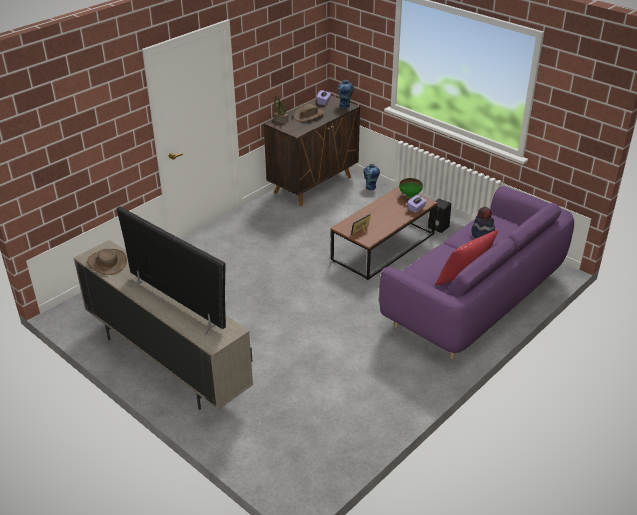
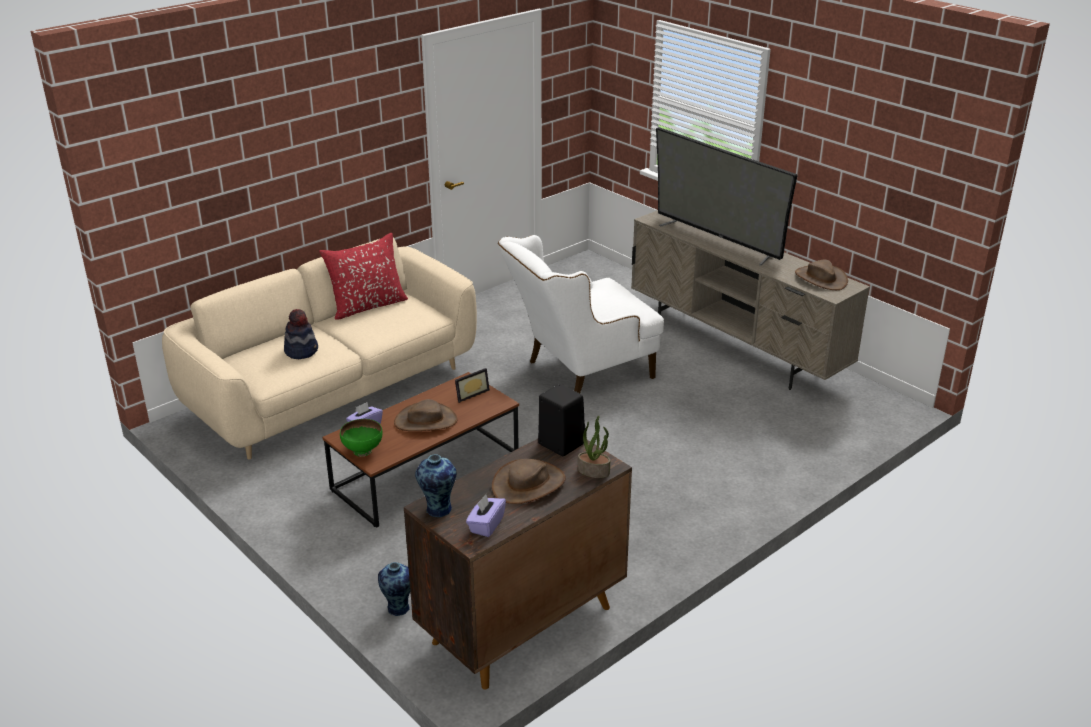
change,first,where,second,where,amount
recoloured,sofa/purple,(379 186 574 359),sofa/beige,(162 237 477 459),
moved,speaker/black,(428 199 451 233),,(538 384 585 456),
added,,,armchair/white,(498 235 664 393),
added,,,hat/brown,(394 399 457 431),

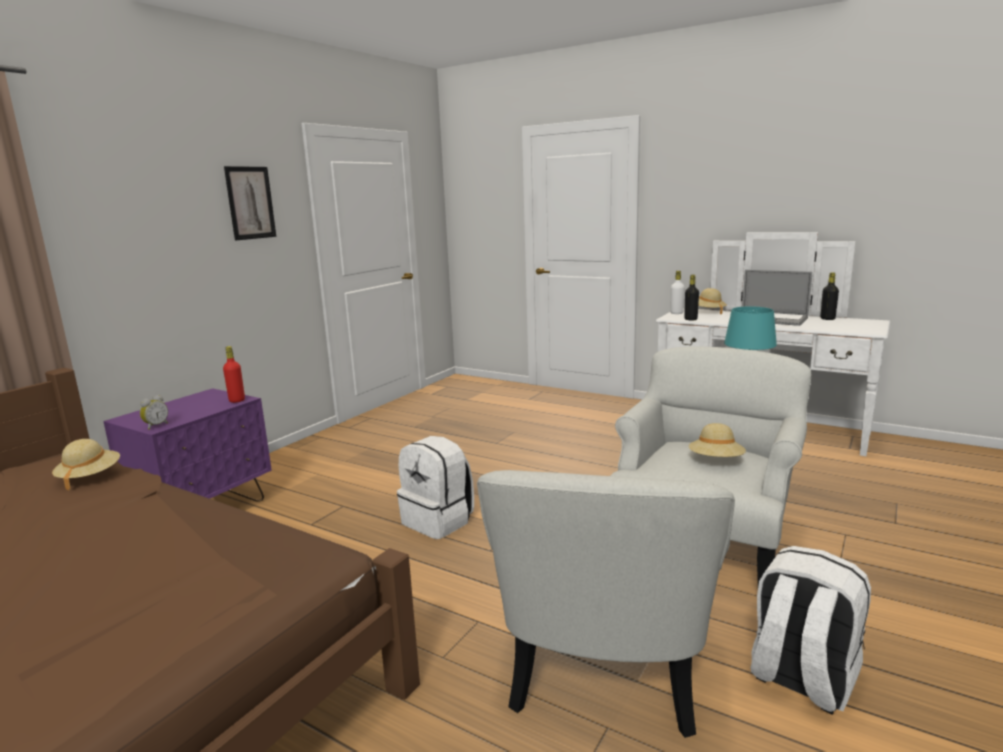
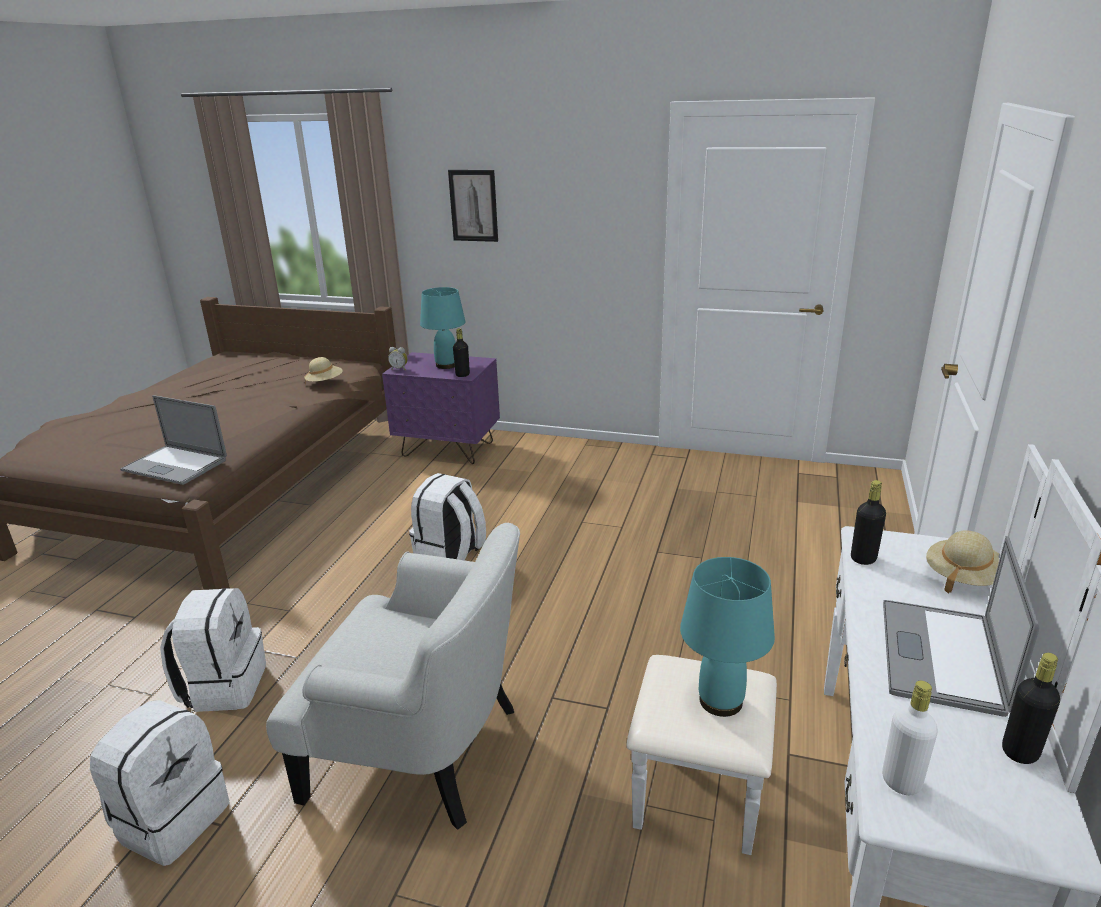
change,first,where,second,where,amount
moved,picture,(224 166 276 240),,(448 170 498 242),
moved,bottle/white,(670 271 685 314),,(882 681 938 795),
recoloured,bottle/red,(223 346 245 403),bottle/black,(453 328 470 377),
removed,hat/beige,(689 423 746 457),,,
replaced,armchair/white,(477 470 735 738),backpack/white,(160 588 266 712),
added,,,table lamp/turquoise,(420 287 466 369),
added,,,laptop,(120 395 227 485),

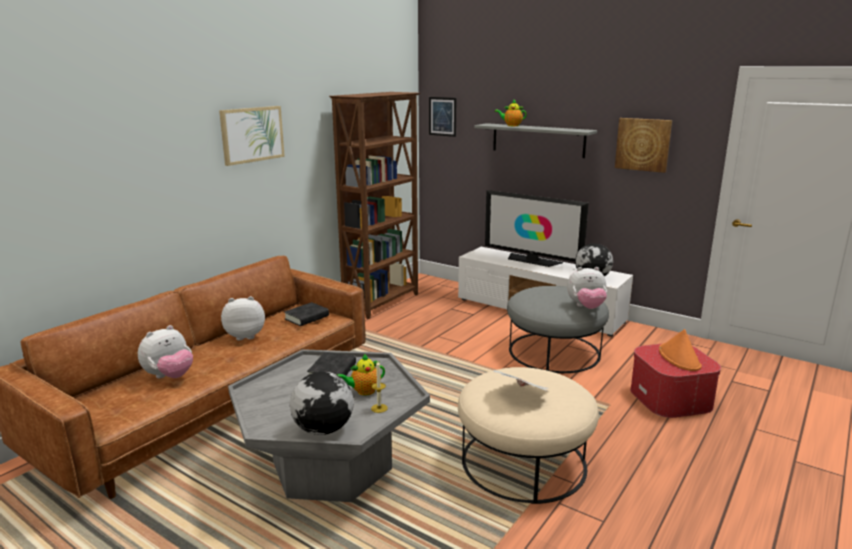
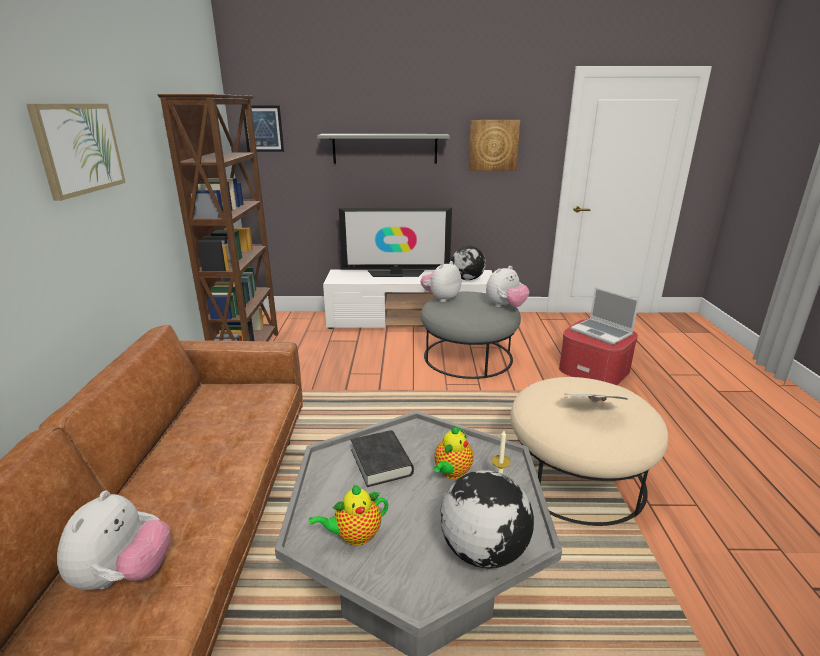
change,first,where,second,where,amount
moved,teapot,(495 100 527 126),,(309 485 388 546),
moved,plush toy,(221 296 265 340),,(421 261 461 302),
removed,book/black,(284 302 329 326),,,
replaced,hat/orange,(659 329 702 371),laptop,(571 287 639 345),

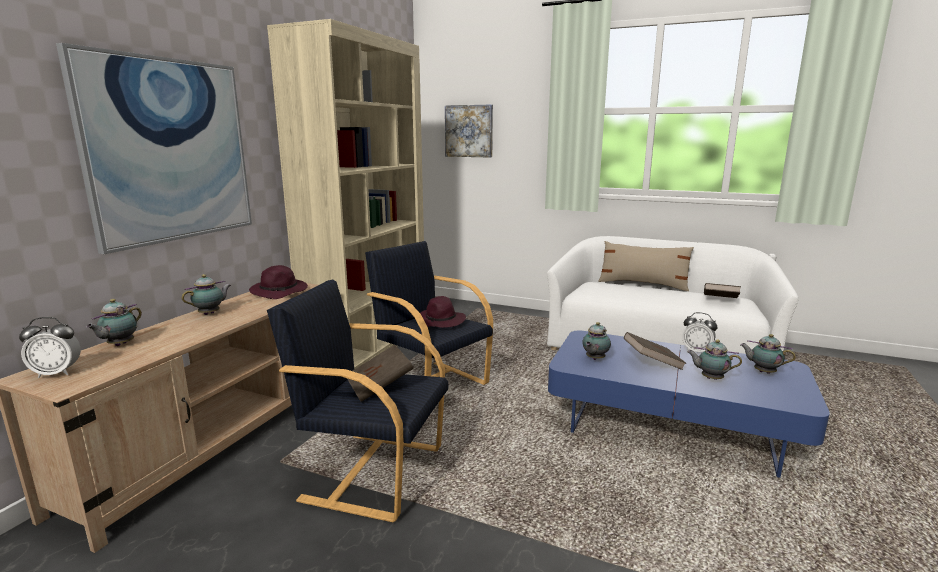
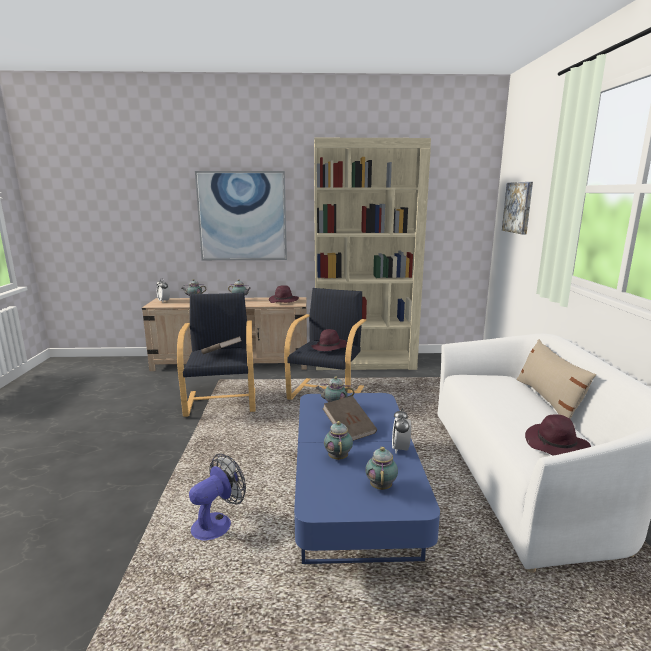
change,first,where,second,where,amount
replaced,book/brown,(704 283 741 298),hat/purple,(525 415 591 456),
added,,,fan,(189 454 246 541),

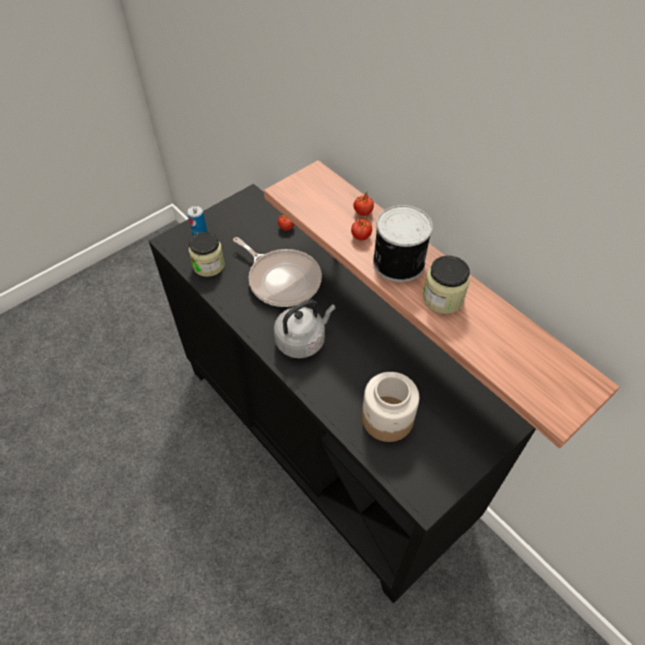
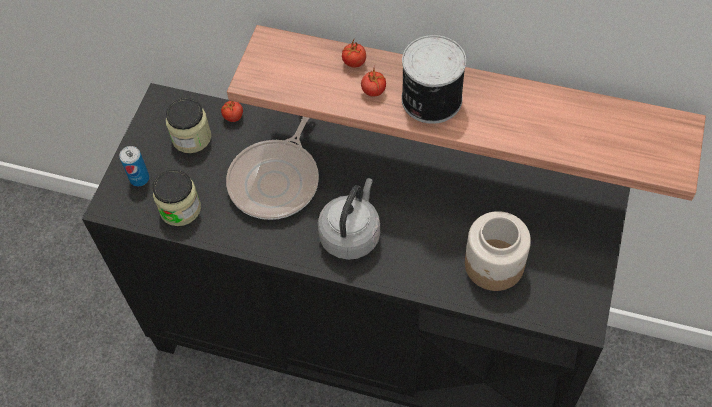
change,first,where,second,where,amount
turned,frying pan,(233 237 322 307),,(226 117 319 220),105 degrees clockwise
moved,jar,(423 255 470 314),,(166 98 211 153),

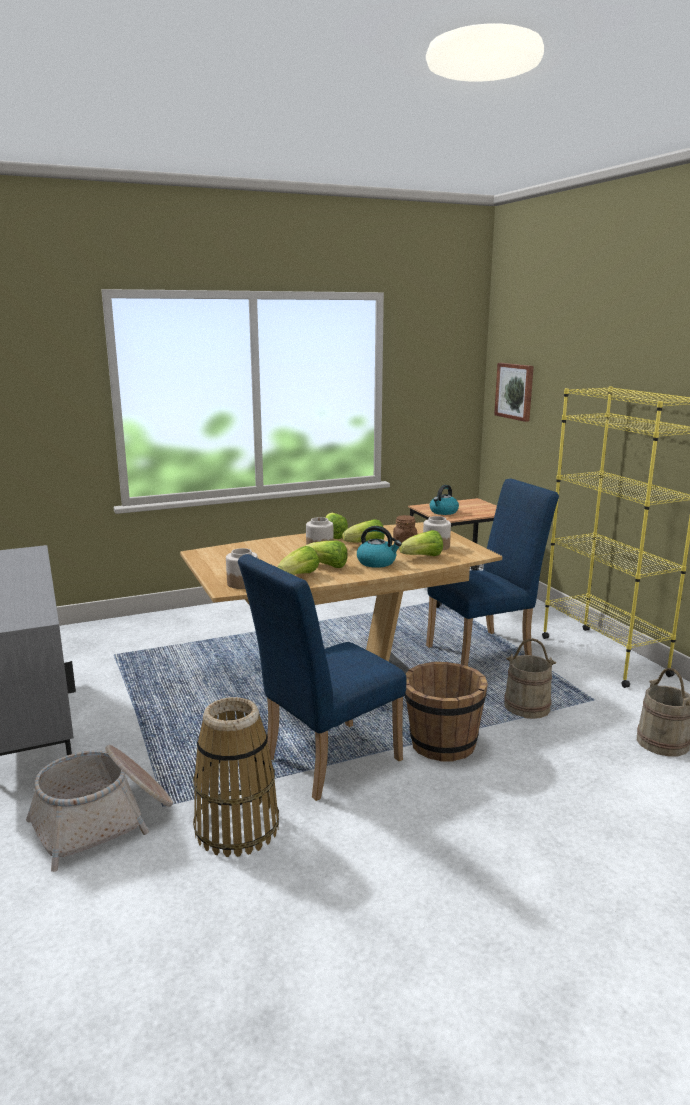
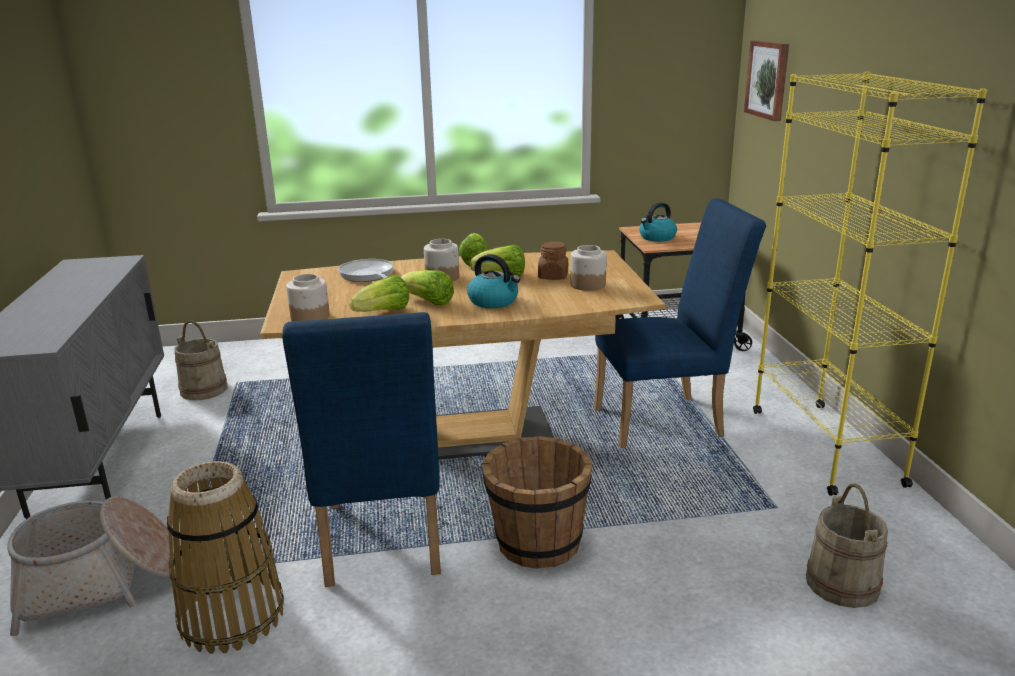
change,first,where,second,where,amount
removed,lettuce,(399 530 443 556),,,
turned,chair/blue,(238 554 406 801),,(282 312 441 587),75 degrees counterclockwise
moved,bucket/beige,(504 638 556 719),,(175 320 228 400),
added,,,frying pan,(338 259 394 282),

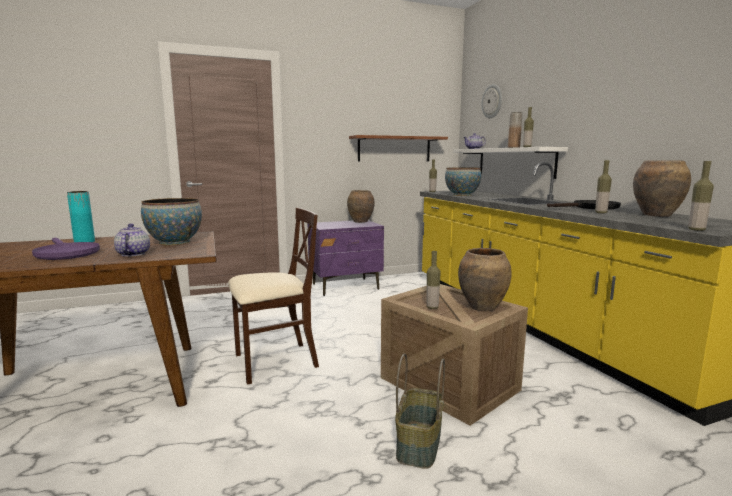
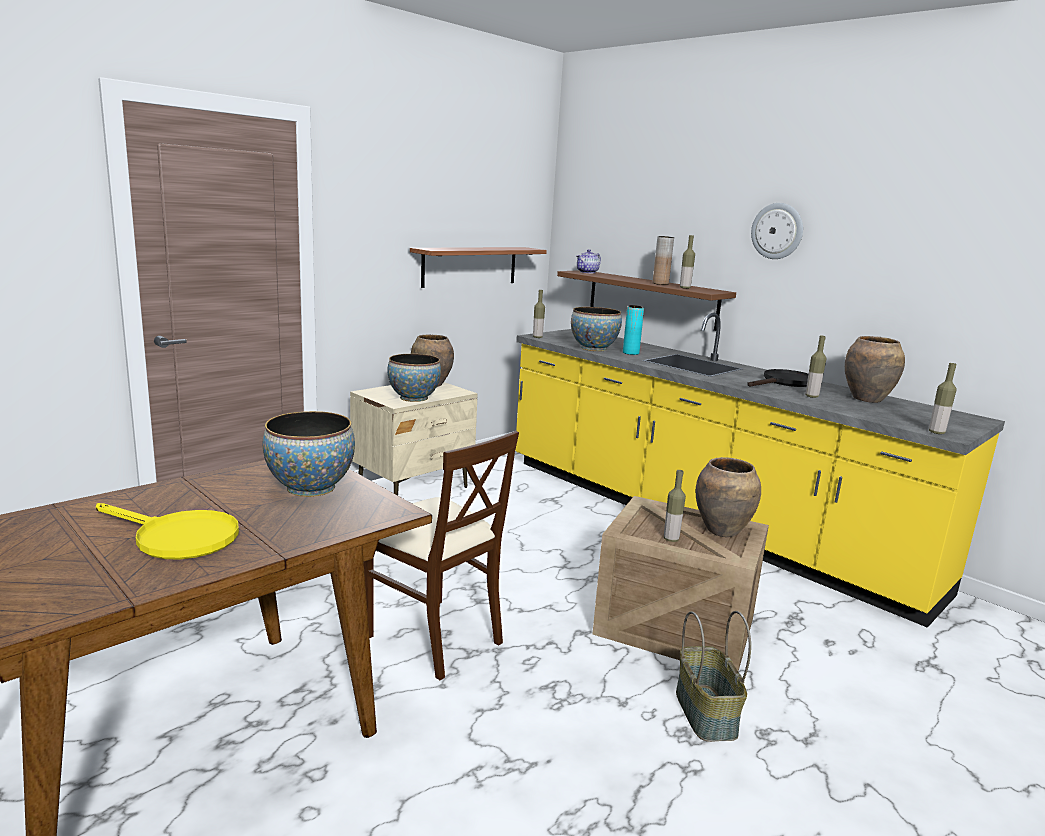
change,first,where,second,where,amount
moved,wall clock,(482 84 502 118),,(751 203 803 259),
recoloured,shelf/white,(453 147 568 179),shelf/brown,(557 270 736 331),
moved,vase/turquoise,(67 191 95 242),,(623 305 644 355),
turned,chair/beige,(228 208 319 385),,(364 431 519 680),90 degrees clockwise
recoloured,nightstand/purple,(308 220 384 296),nightstand/beige,(350 382 478 495),
removed,teapot,(114 223 150 257),,,
recoloured,frying pan/purple,(32 238 100 260),frying pan/yellow,(96 503 239 559),
added,,,bowl,(387 354 441 402),

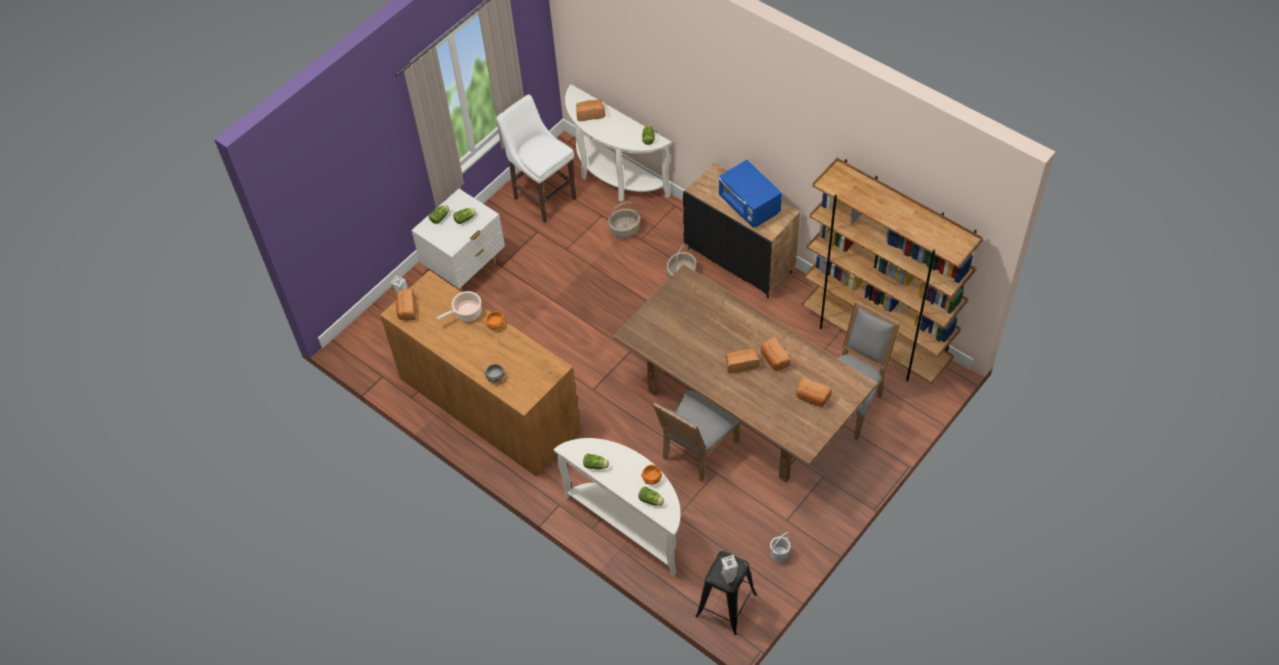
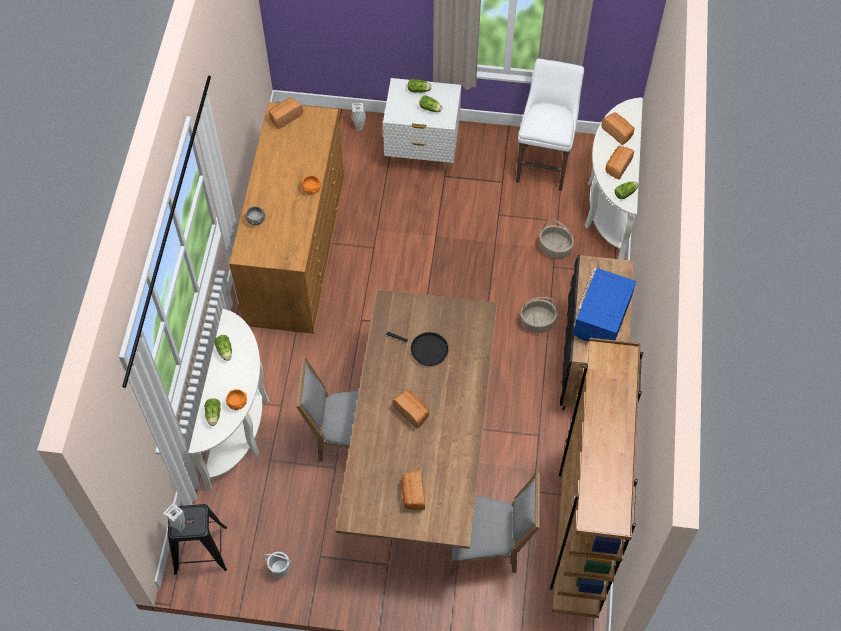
change,first,where,second,where,amount
removed,cooking pot,(437 291 482 322),,,
moved,bread,(761 337 791 371),,(605 146 634 180),
added,,,frying pan/black,(386 332 449 366),

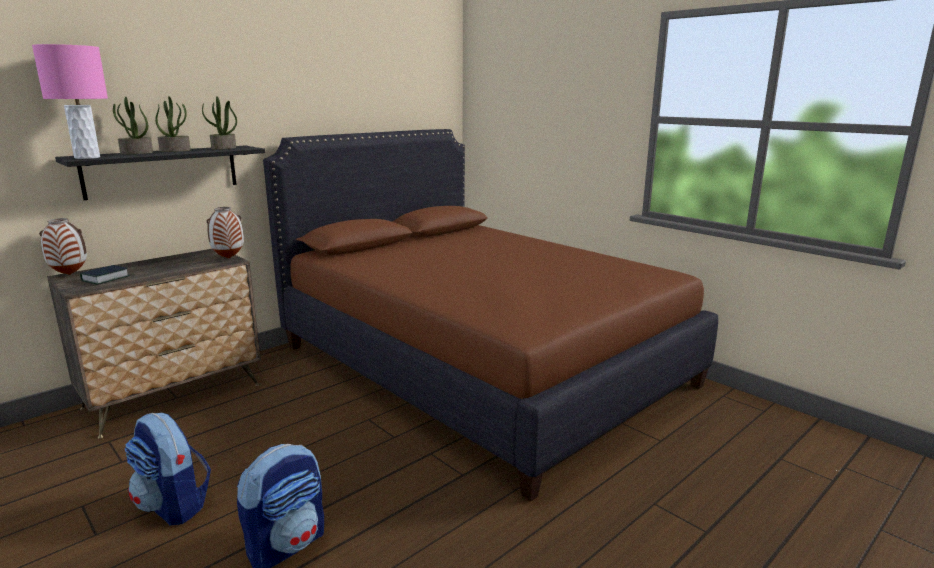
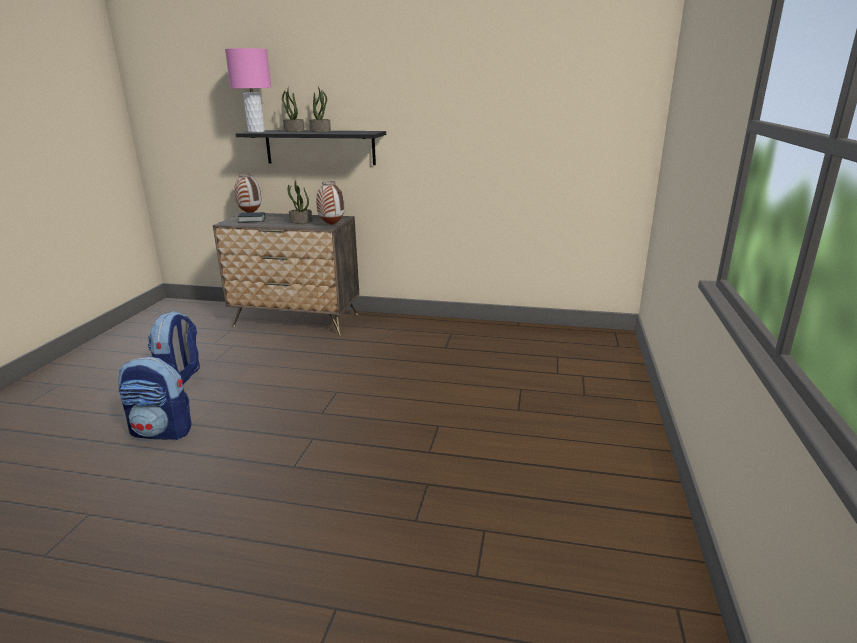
change,first,where,second,where,amount
moved,potted plant,(202 96 237 150),,(287 180 312 223),
removed,bed/brown,(263 129 718 501),,,

